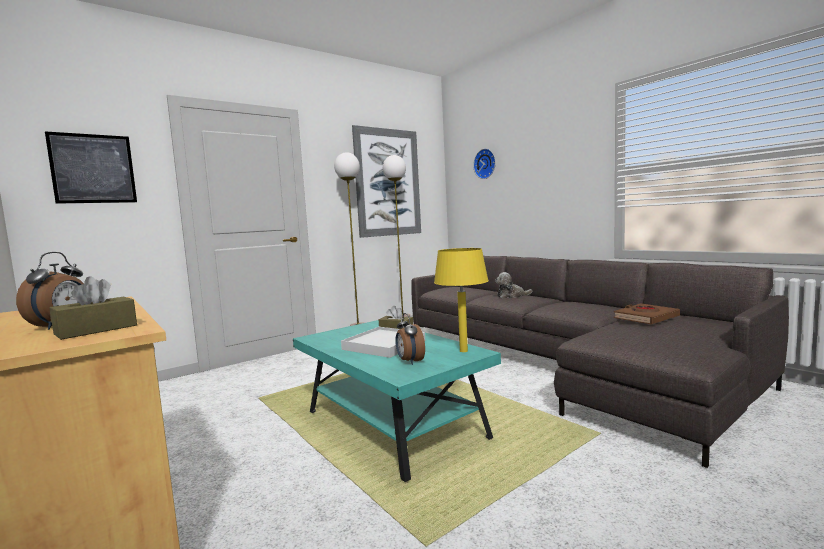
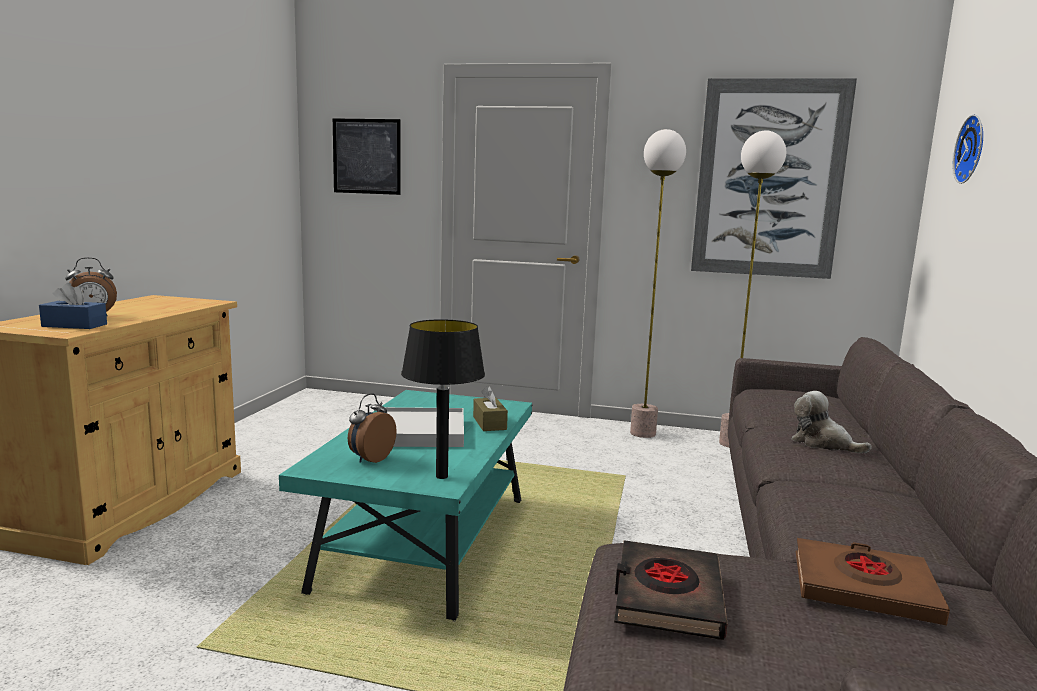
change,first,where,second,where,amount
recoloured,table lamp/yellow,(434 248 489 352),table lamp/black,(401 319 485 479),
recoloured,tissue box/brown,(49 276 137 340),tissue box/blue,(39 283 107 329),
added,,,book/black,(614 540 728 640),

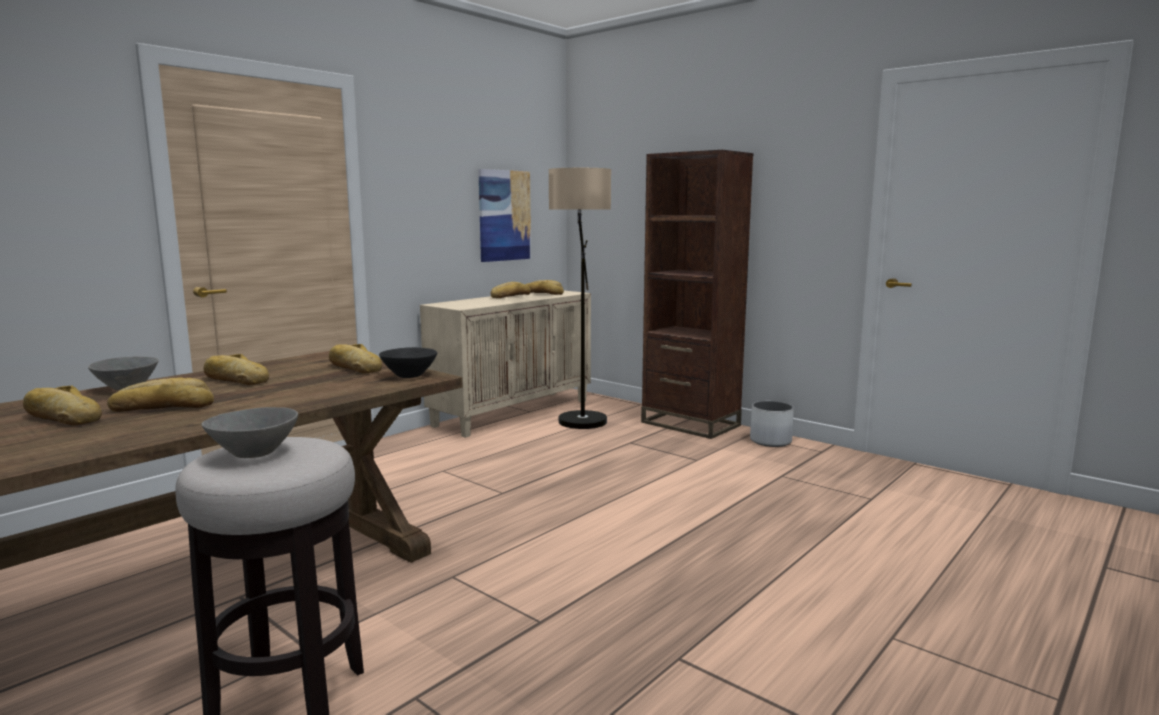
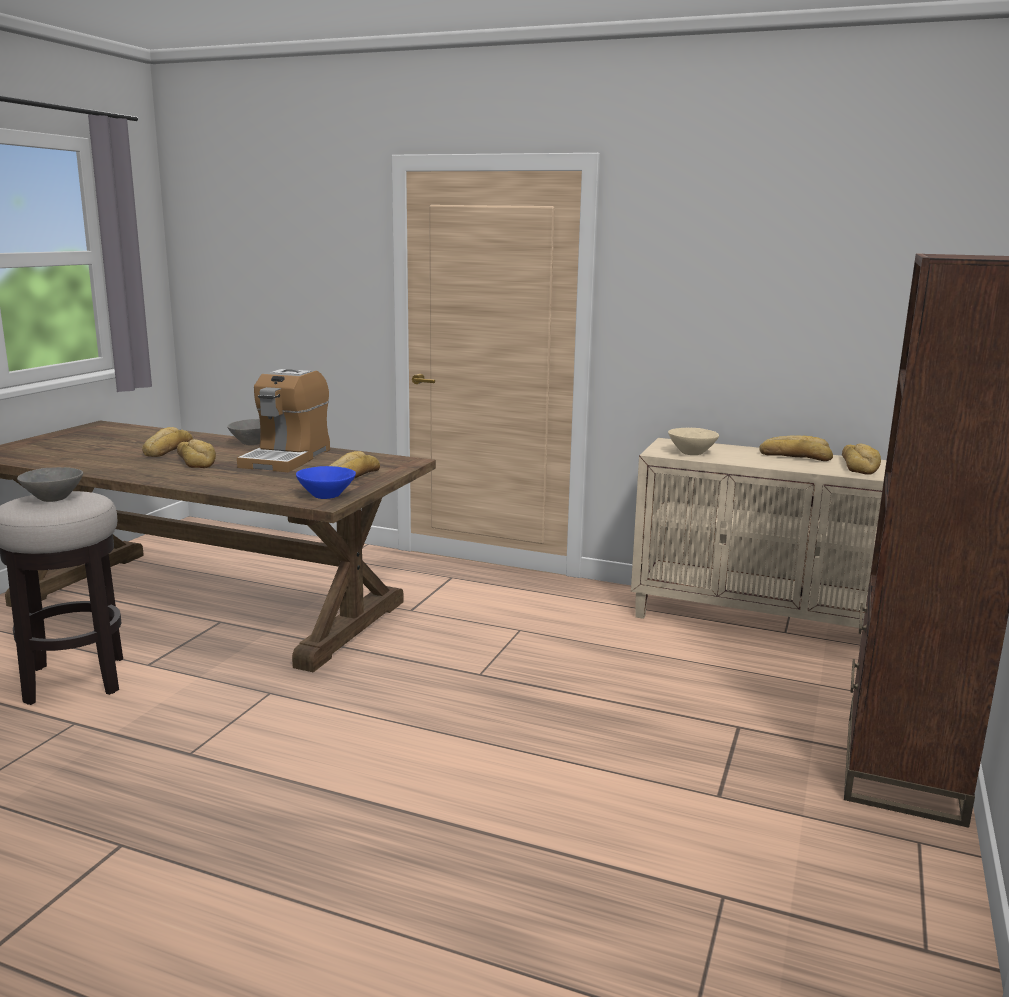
change,first,where,second,where,amount
removed,floor lamp,(548 168 611 429),,,
removed,picture,(478 169 531 262),,,
recoloured,bowl/black,(379 347 437 378),bowl/blue,(296 466 356 499),
replaced,bread,(203 354 269 385),coffee machine,(237 368 330 472),
removed,planter/white,(750 401 794 447),,,
added,,,bowl/beige,(668 428 719 455),

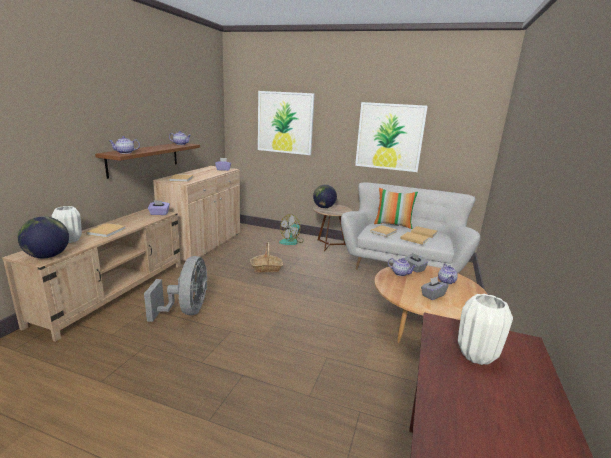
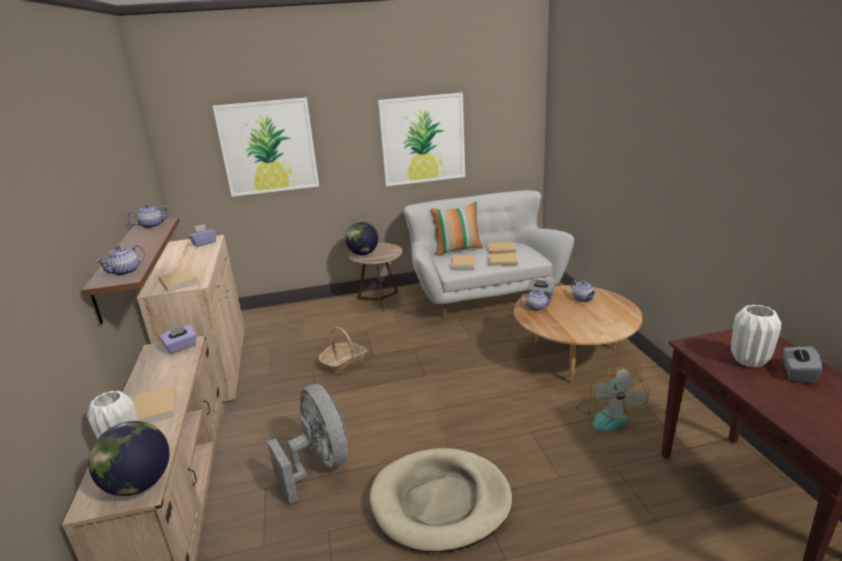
change,first,where,second,where,amount
moved,fan,(279 214 304 245),,(577 367 649 432),
moved,tissue box/grey,(421 276 449 300),,(783 345 822 384),
added,,,dog bed/beige,(370 448 513 552),

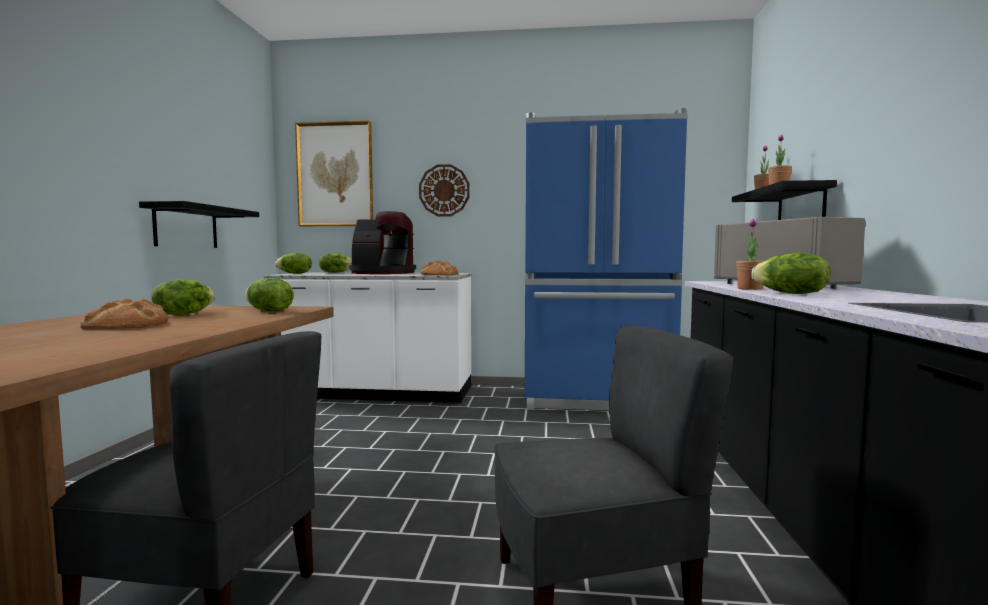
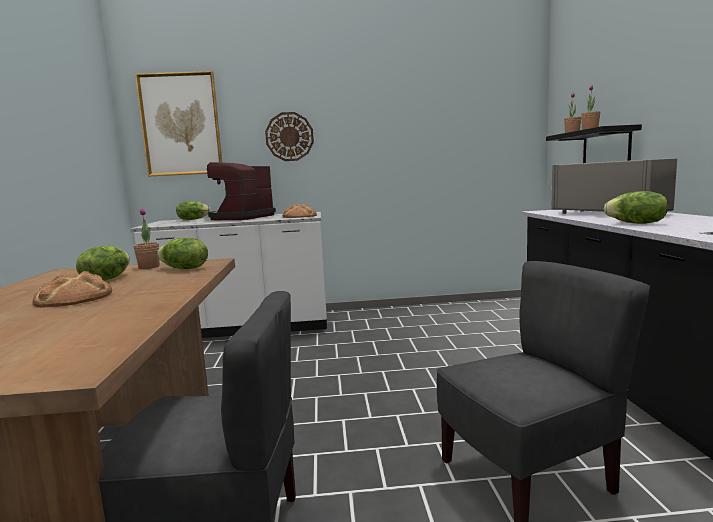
change,first,where,second,where,amount
removed,fridge/blue,(525 108 687 410),,,
removed,shelf/black,(139 201 259 248),,,
turned,coffee machine,(350 211 416 274),,(207 162 276 220),120 degrees clockwise
moved,potted plant,(736 219 764 290),,(134 209 160 269),
removed,lettuce,(275 253 312 274),,,

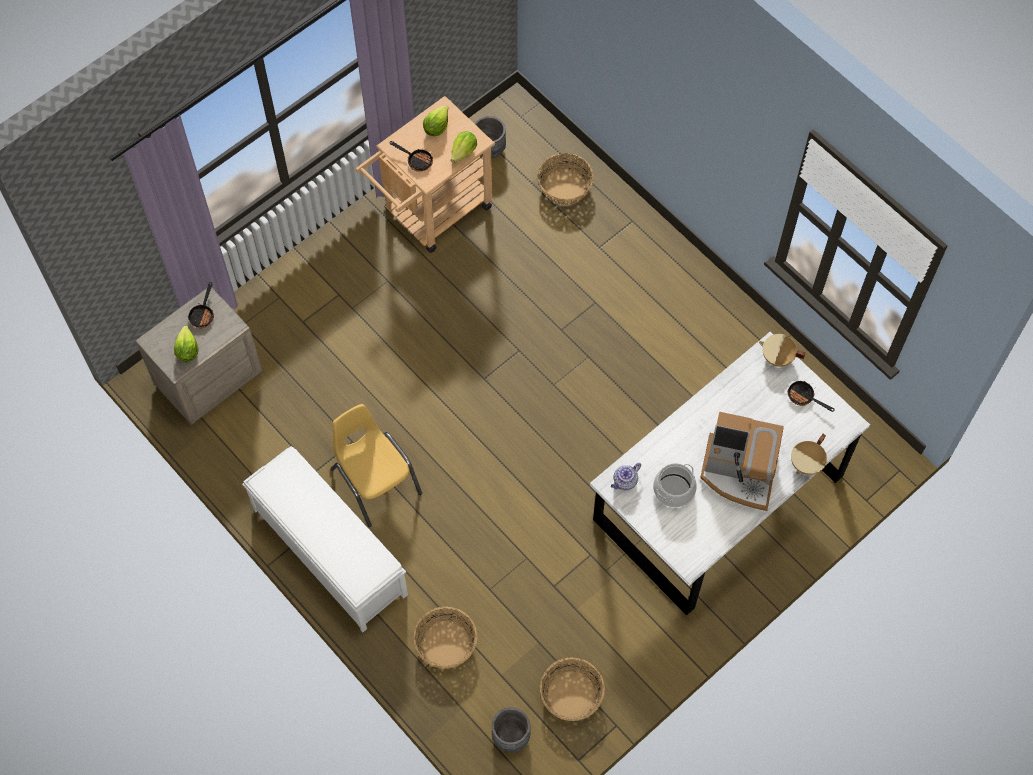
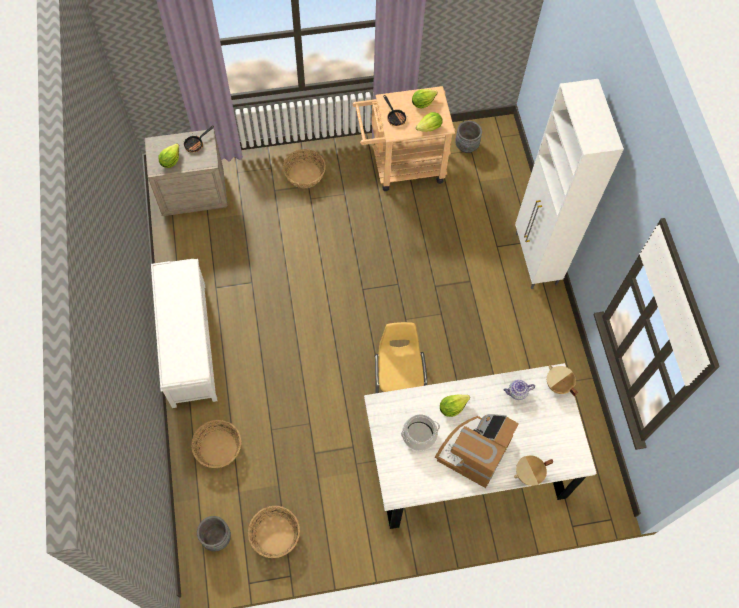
change,first,where,second,where,amount
moved,basket,(537 153 594 205),,(283 149 326 188),
removed,frying pan,(788 381 835 412),,,
moved,chair/yellow,(331 404 422 527),,(374 322 427 394),
turned,coffee machine,(700 412 784 511),,(435 414 519 488),75 degrees clockwise
moved,teapot,(611 463 641 490),,(504 380 535 400),
added,,,cabinet/white,(515 79 624 289),
added,,,lettuce,(440 394 470 417),

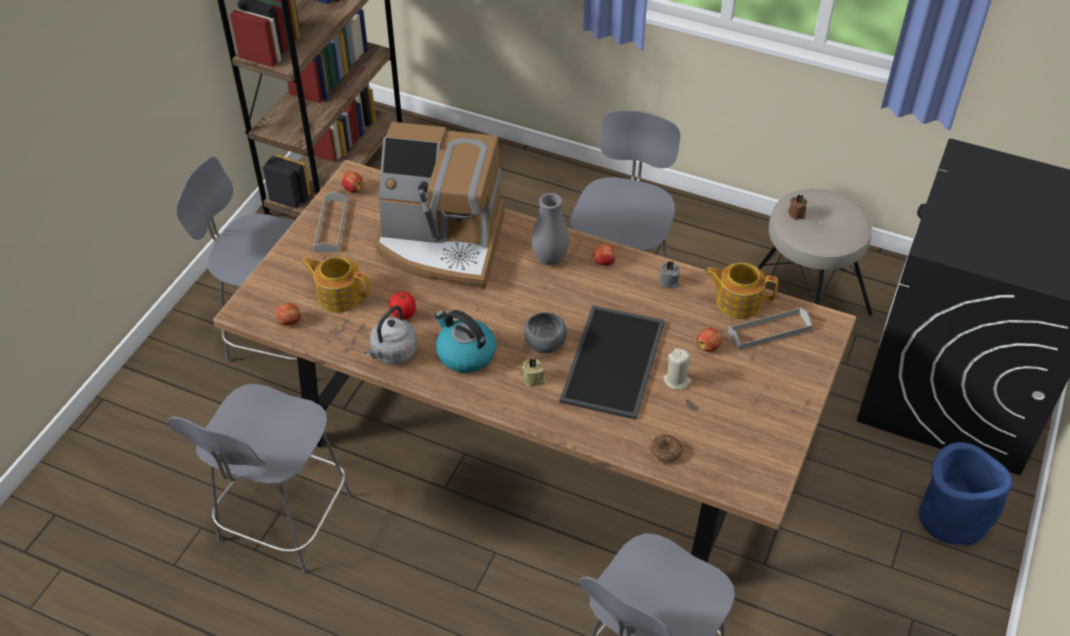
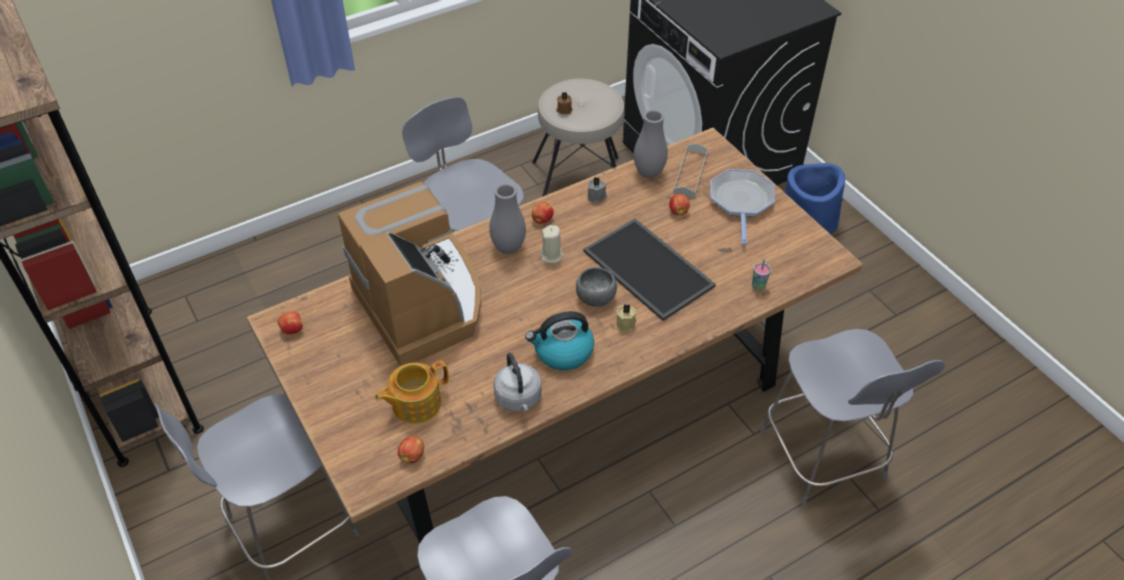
change,first,where,second,where,amount
turned,coffee machine,(374 122 505 290),,(338 182 481 366),75 degrees counterclockwise
removed,tray/grey,(313 192 348 252),,,
replaced,teapot,(705 263 778 319),vase/grey,(634 110 668 178),
removed,tomato,(389 292 416 320),,,
moved,candle/beige,(663 348 691 390),,(540 225 564 263),
replaced,donut,(650 435 683 463),cup,(752 259 771 291),
added,,,frying pan,(710 169 775 245),

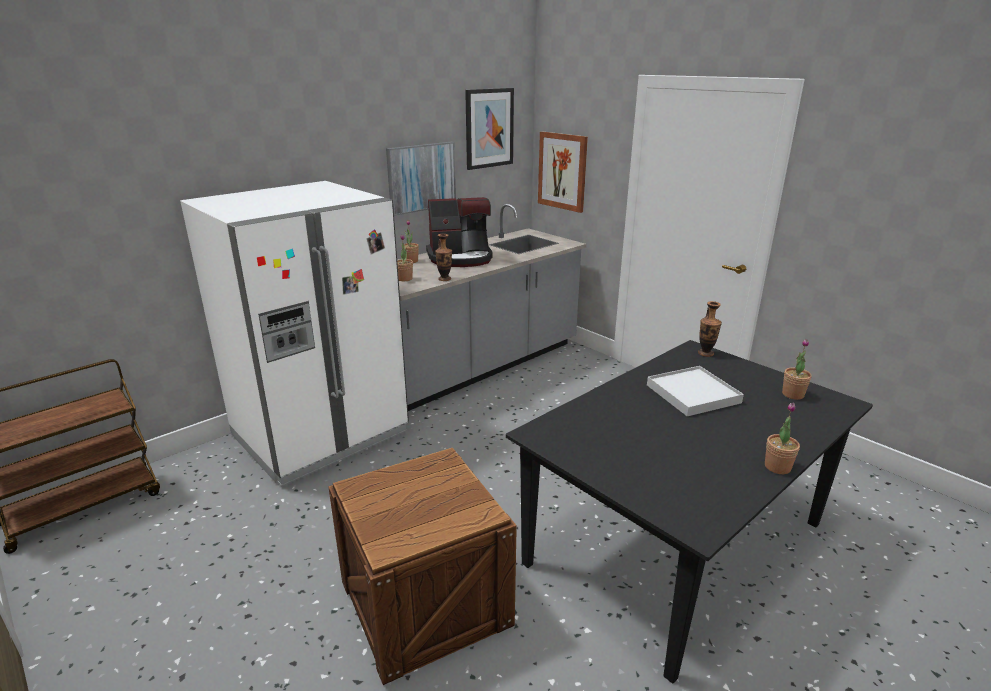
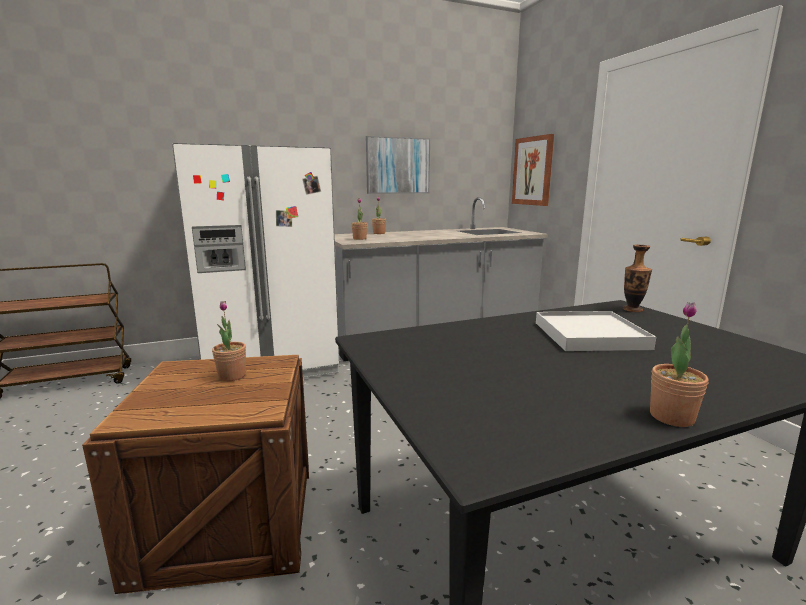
change,first,where,second,where,amount
removed,picture,(465 88 514 170),,,
removed,coffee machine,(426 197 493 267),,,
removed,vase,(435 234 452 281),,,
moved,potted plant,(782 339 812 400),,(212 301 246 381),

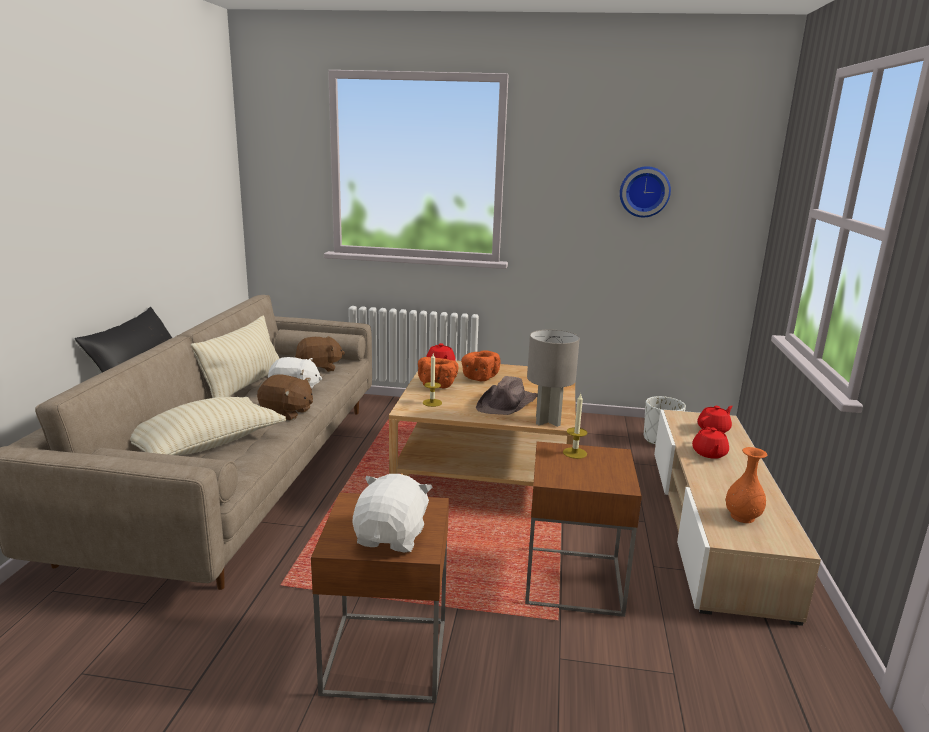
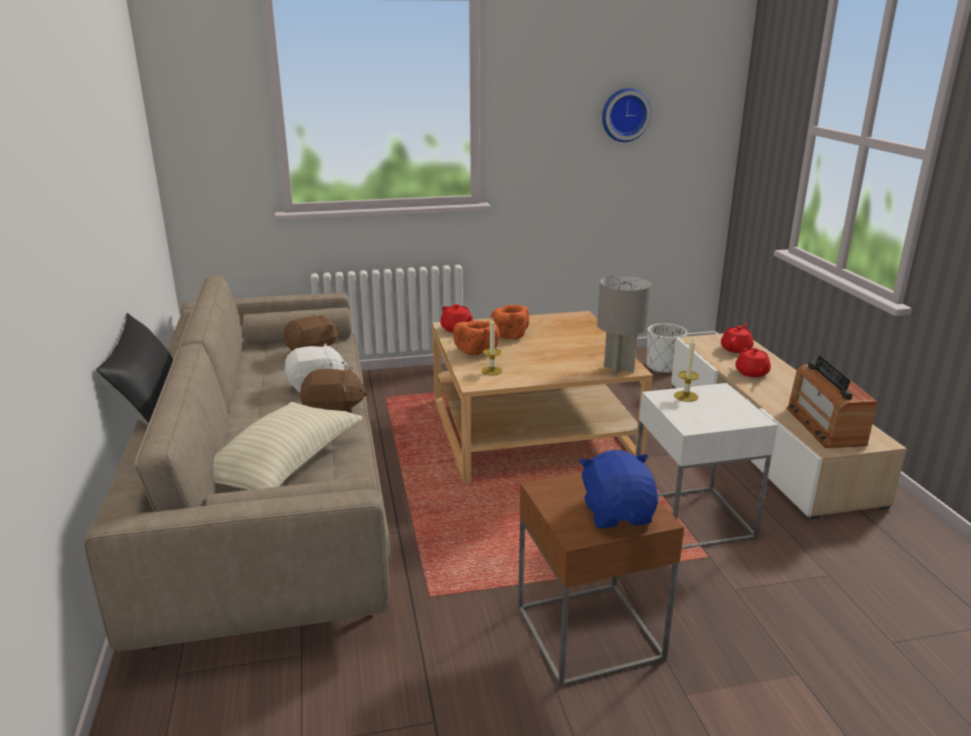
change,first,where,second,where,amount
removed,pillow/beige,(191 316 280 398),,,
removed,hat/brown,(476 376 538 415),,,
recoloured,side table/brown,(525 442 642 617),side table/white,(636 383 778 549),
replaced,vase/orange,(726 447 767 523),radio,(787 355 877 448),
recoloured,plush toy/white,(353 474 432 553),plush toy/blue,(579 450 658 528),

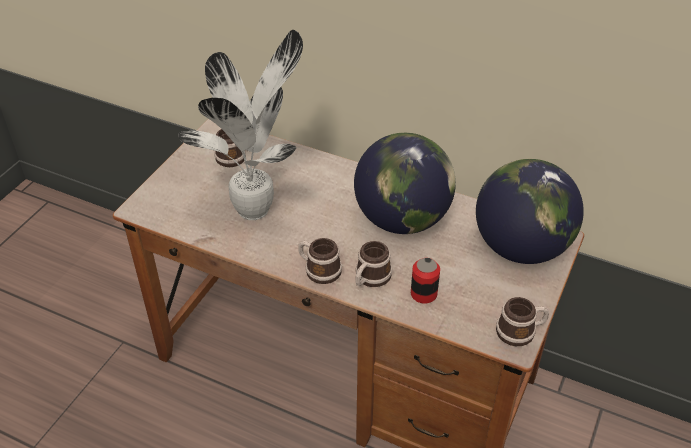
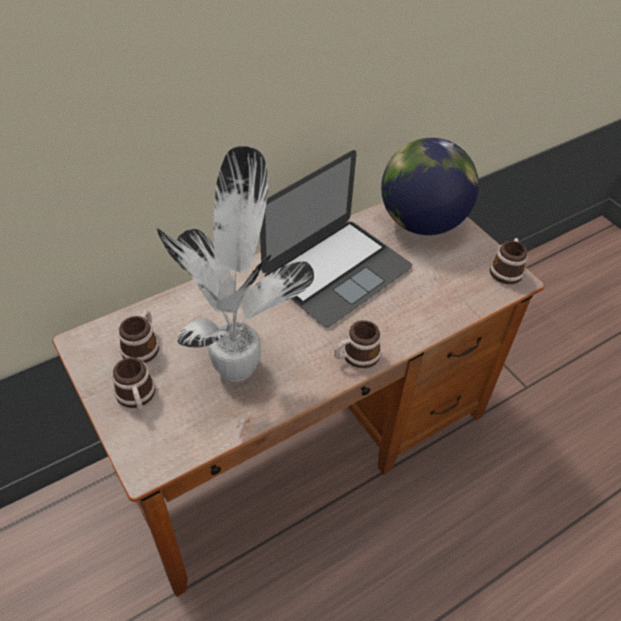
change,first,where,second,where,amount
replaced,globe,(354 133 456 234),laptop,(260 150 412 327),
moved,mug,(355 241 392 287),,(112 357 156 412),
removed,can,(411 258 440 304),,,

